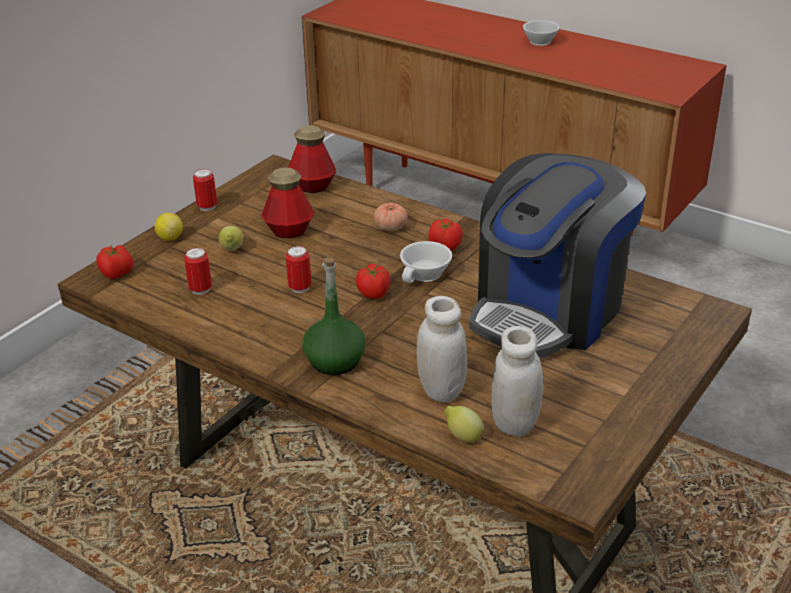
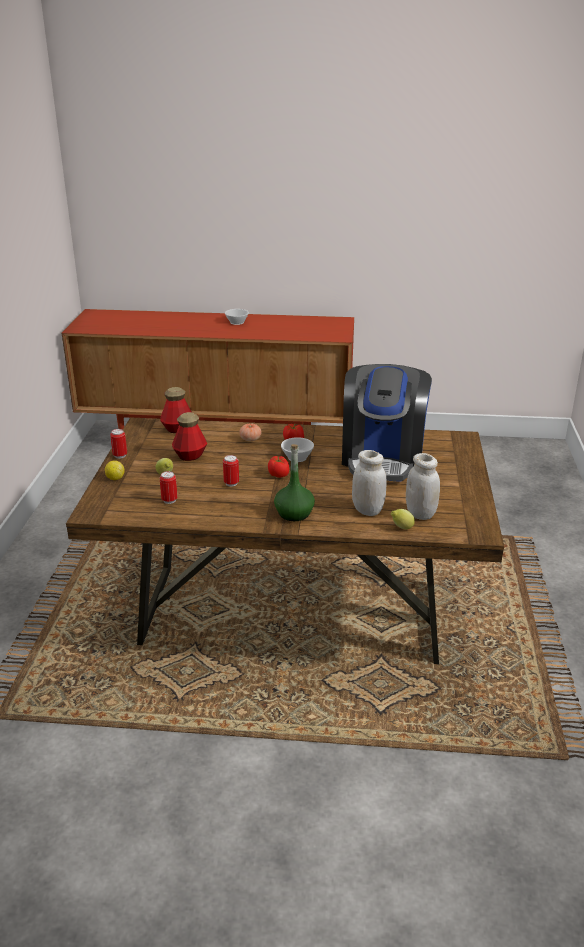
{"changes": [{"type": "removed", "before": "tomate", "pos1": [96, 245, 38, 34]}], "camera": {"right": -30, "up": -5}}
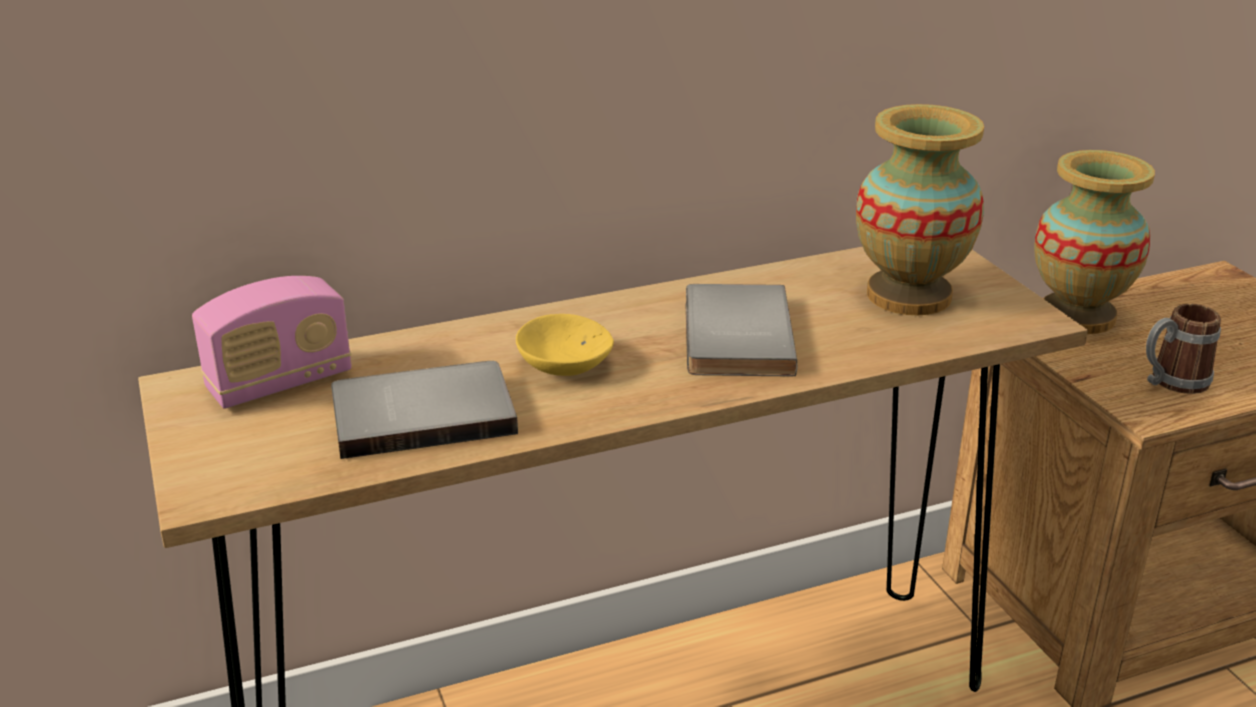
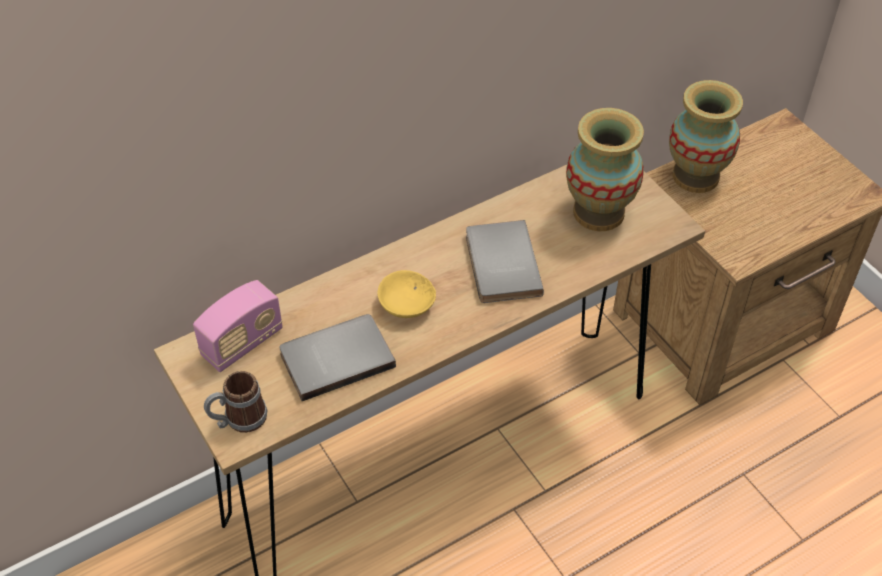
{"changes": [{"type": "moved", "before": "taza grande", "pos1": [1146, 304, 75, 90], "pos2": [204, 371, 64, 62]}], "camera": {"right": -10, "up": 20}}
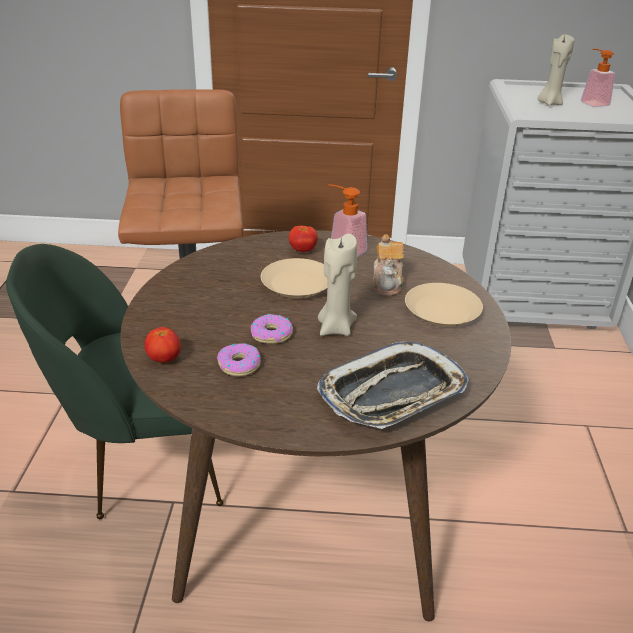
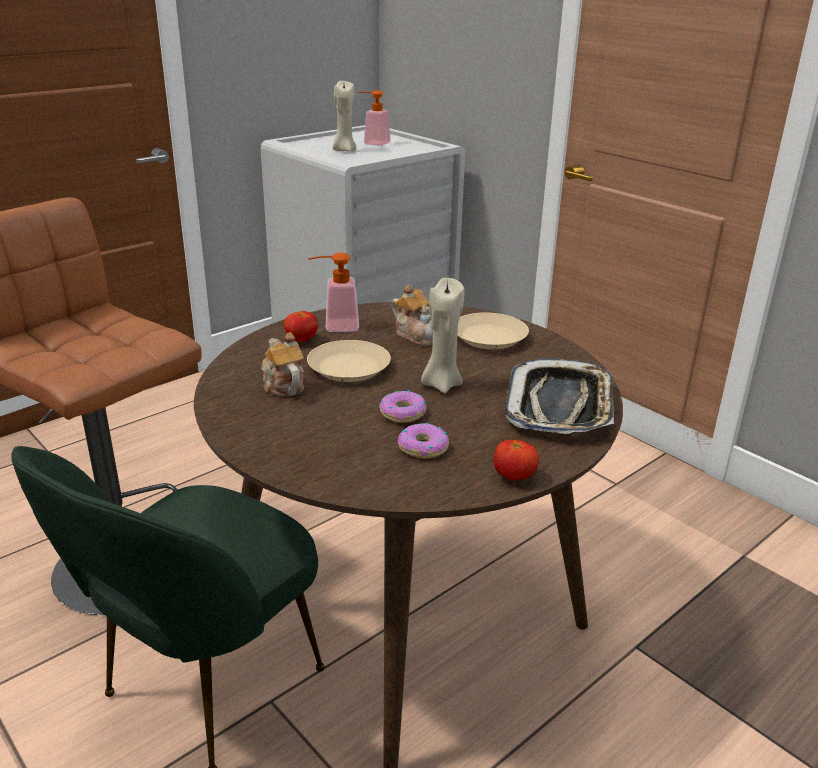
{"changes": [{"type": "moved", "before": "tomate", "pos1": [144, 327, 37, 35], "pos2": [494, 440, 45, 41]}, {"type": "added", "after": "tetera", "pos2": [261, 332, 43, 64]}], "camera": {"right": -45, "up": -5}}
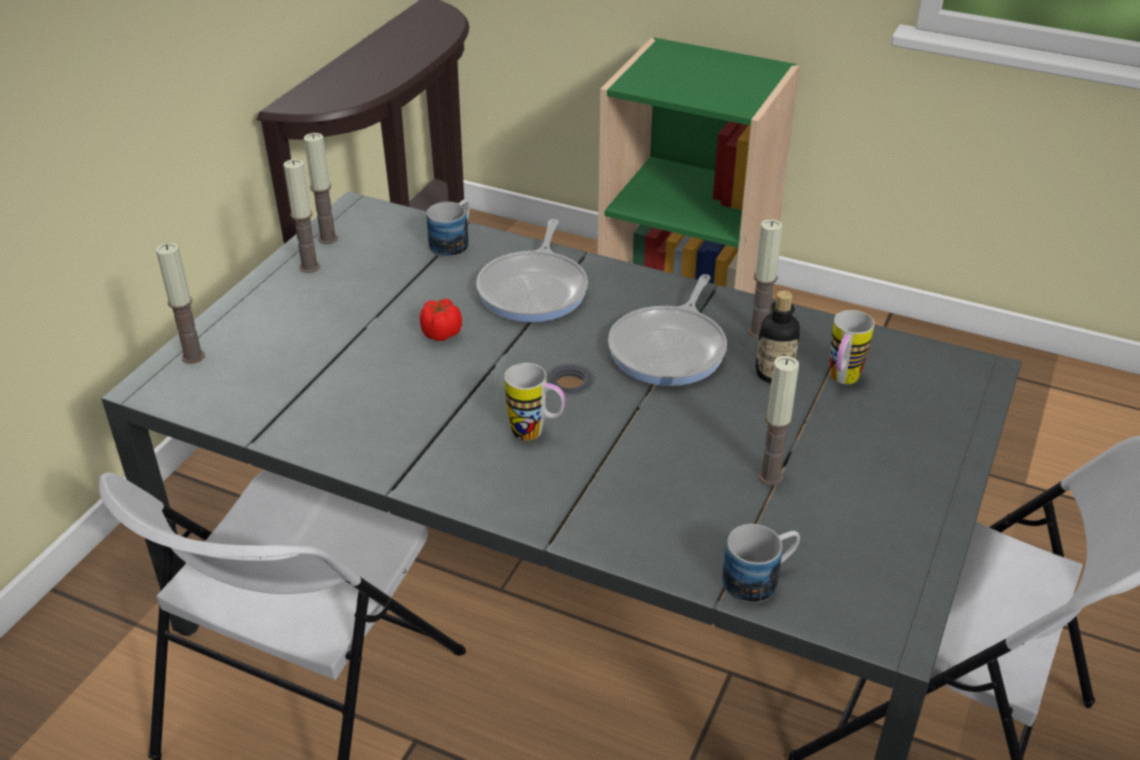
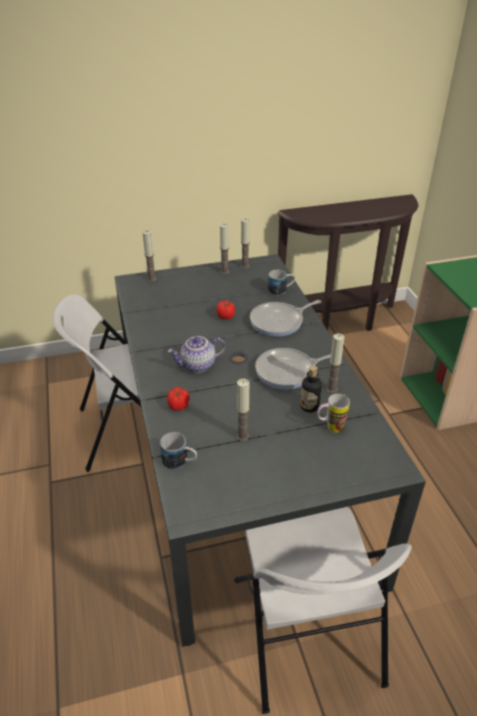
{"changes": [{"type": "replaced", "before": "taza grande", "after": "tetera", "pos1": [505, 363, 60, 78], "pos2": [168, 336, 58, 37]}, {"type": "added", "after": "tomate", "pos2": [167, 387, 23, 24]}], "camera": {"right": 50, "up": 0}}
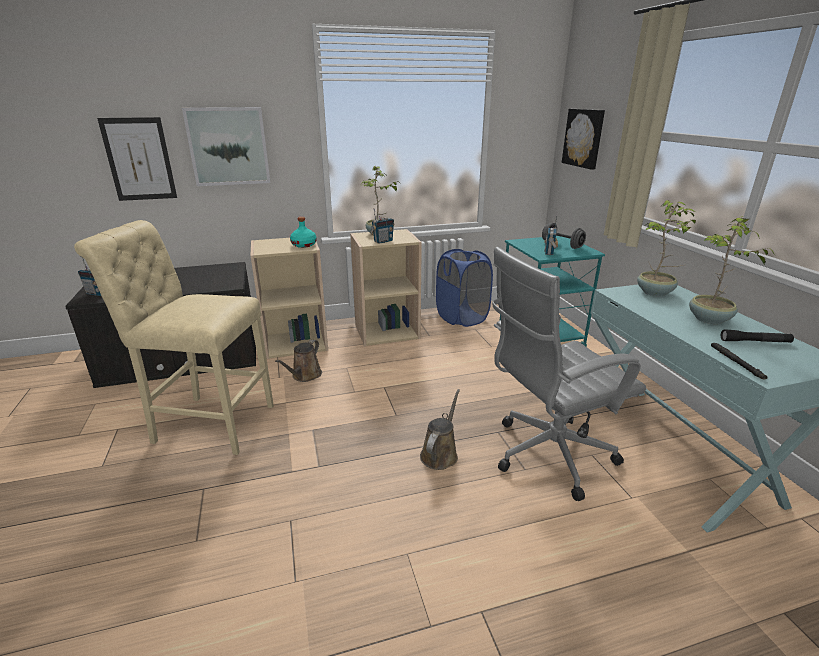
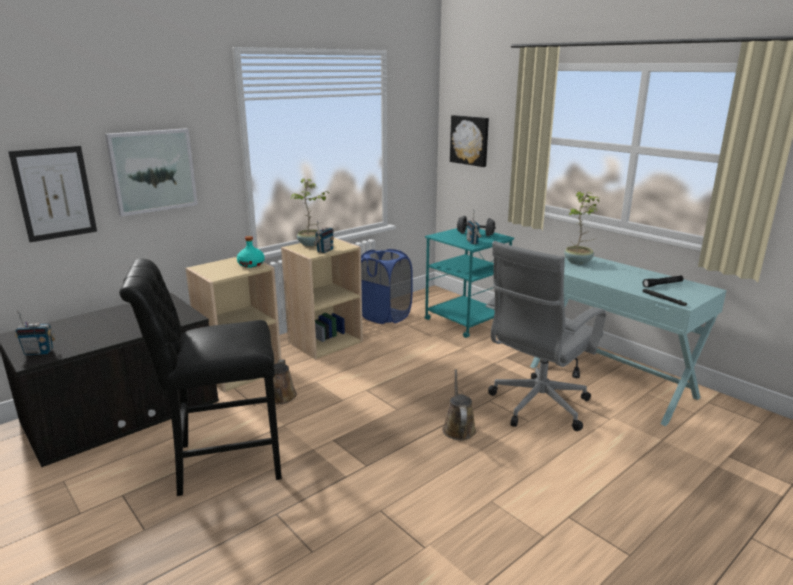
{"changes": [{"type": "removed", "before": "planta en maceta", "pos1": [689, 216, 86, 108]}, {"type": "recoloured", "before": "taburete [beis]", "after": "taburete [negro]", "pos1": [74, 220, 200, 235], "pos2": [119, 259, 163, 237]}], "camera": {"right": -25, "up": -5}}
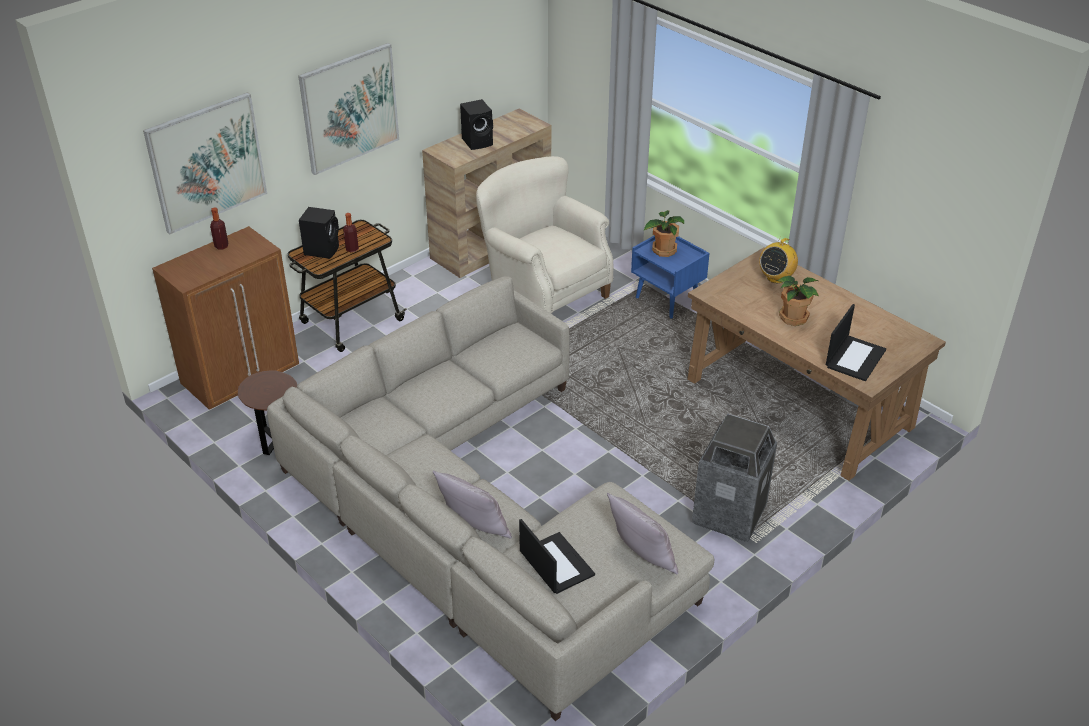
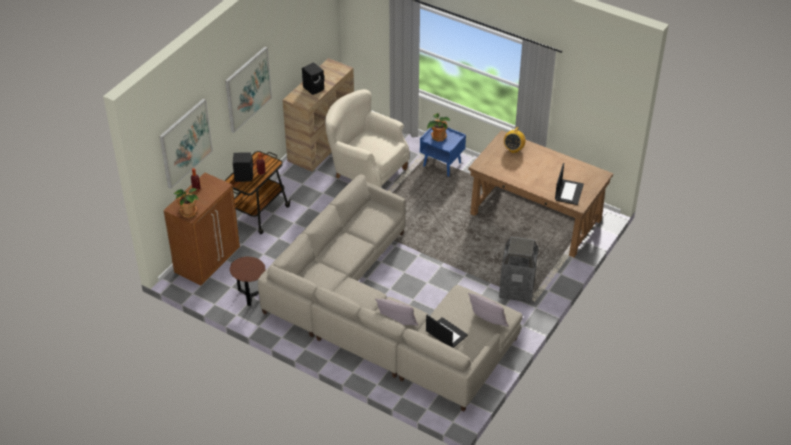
{"changes": [{"type": "moved", "before": "planta en maceta", "pos1": [776, 276, 43, 50], "pos2": [174, 188, 25, 30]}], "camera": {"right": -15, "up": 5}}
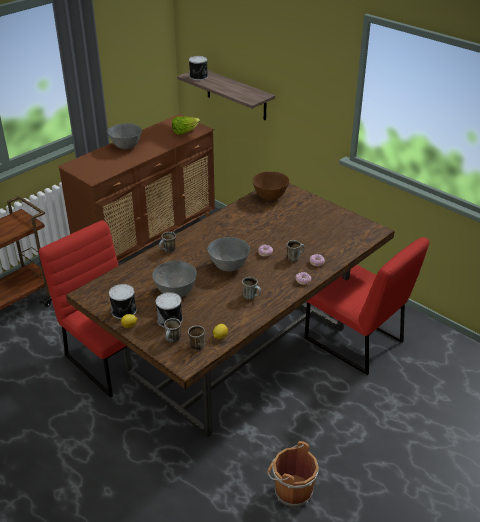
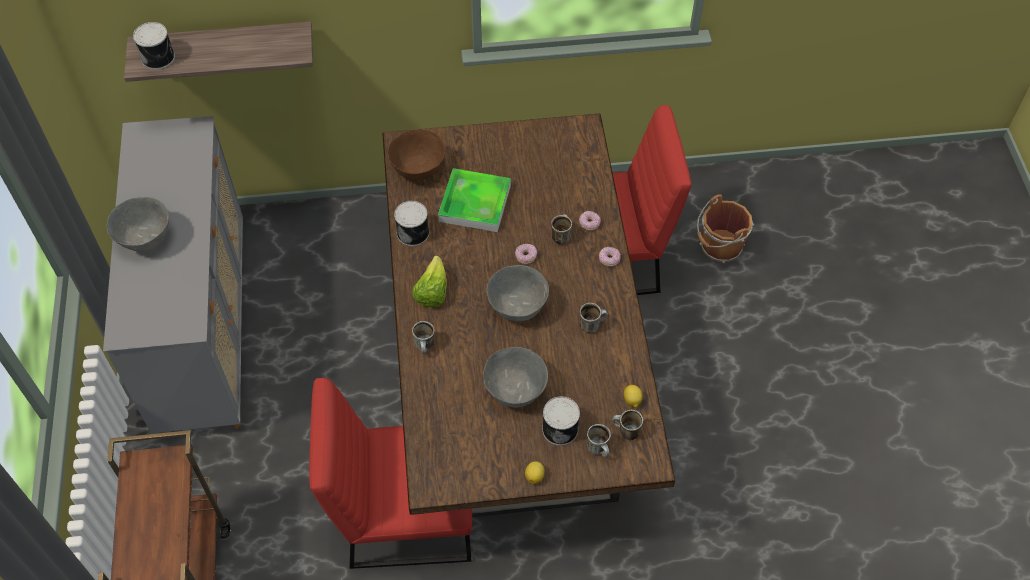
{"changes": [{"type": "recoloured", "before": "armario [marrón]", "after": "armario [gris]", "pos1": [57, 114, 158, 148], "pos2": [103, 116, 140, 317]}, {"type": "moved", "before": "lechuga", "pos1": [172, 116, 28, 19], "pos2": [412, 256, 35, 51]}, {"type": "moved", "before": "lata", "pos1": [109, 284, 27, 35], "pos2": [394, 201, 35, 45]}, {"type": "moved", "before": "cubo [marrón]", "pos1": [267, 441, 52, 66], "pos2": [697, 194, 57, 69]}, {"type": "added", "after": "bandeja", "pos2": [438, 168, 73, 64]}], "camera": {"right": -50, "up": 20}}
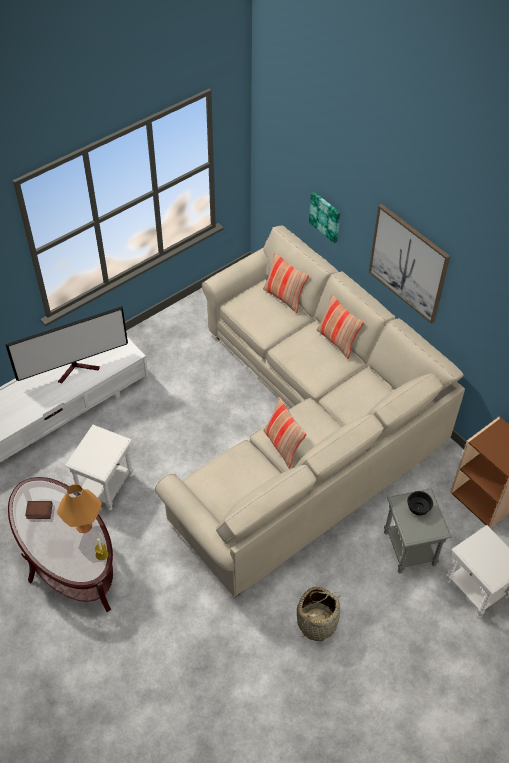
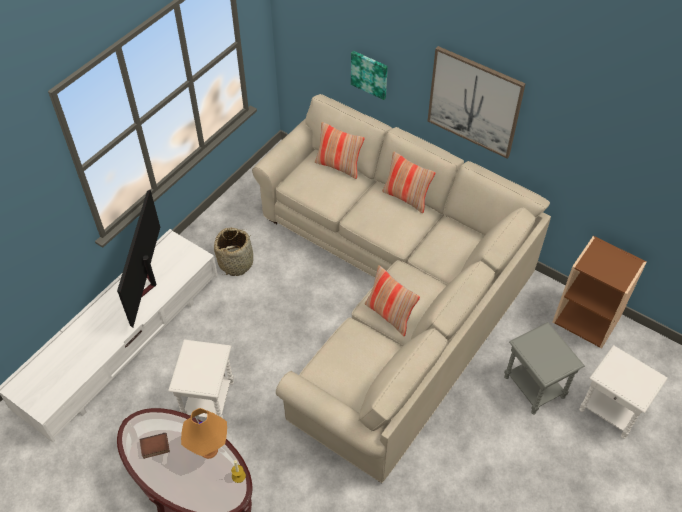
{"changes": [{"type": "turned", "before": "televisor", "pos1": [5, 306, 123, 78], "pos2": [117, 190, 43, 138], "turn": 135}, {"type": "removed", "before": "cuenco [negro]", "pos1": [407, 491, 26, 25]}, {"type": "moved", "before": "cesta", "pos1": [297, 587, 43, 54], "pos2": [214, 227, 39, 49]}], "camera": {"right": -15, "up": 0}}
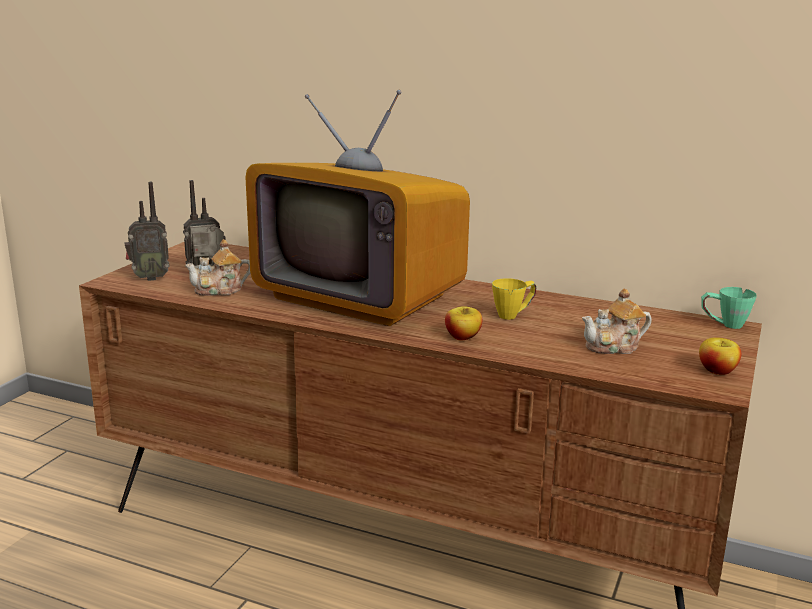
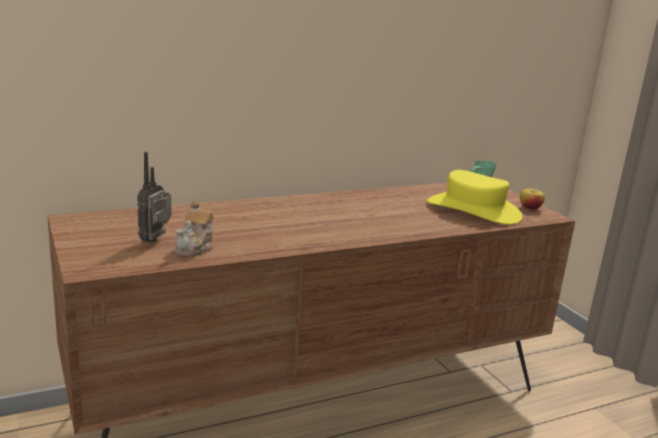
{"changes": [{"type": "removed", "before": "televisor", "pos1": [245, 90, 225, 236]}, {"type": "removed", "before": "radio", "pos1": [125, 182, 44, 99]}, {"type": "removed", "before": "taza grande [amarillo]", "pos1": [492, 278, 45, 42]}, {"type": "replaced", "before": "tetera", "after": "sombrero [amarillo]", "pos1": [582, 288, 70, 66], "pos2": [427, 170, 95, 55]}, {"type": "removed", "before": "manzana", "pos1": [445, 306, 37, 35]}], "camera": {"right": -50, "up": 0}}
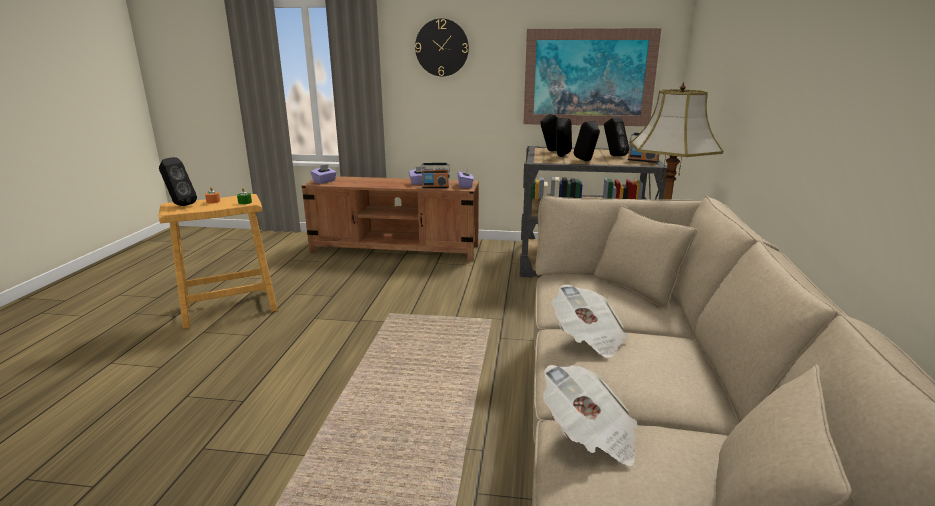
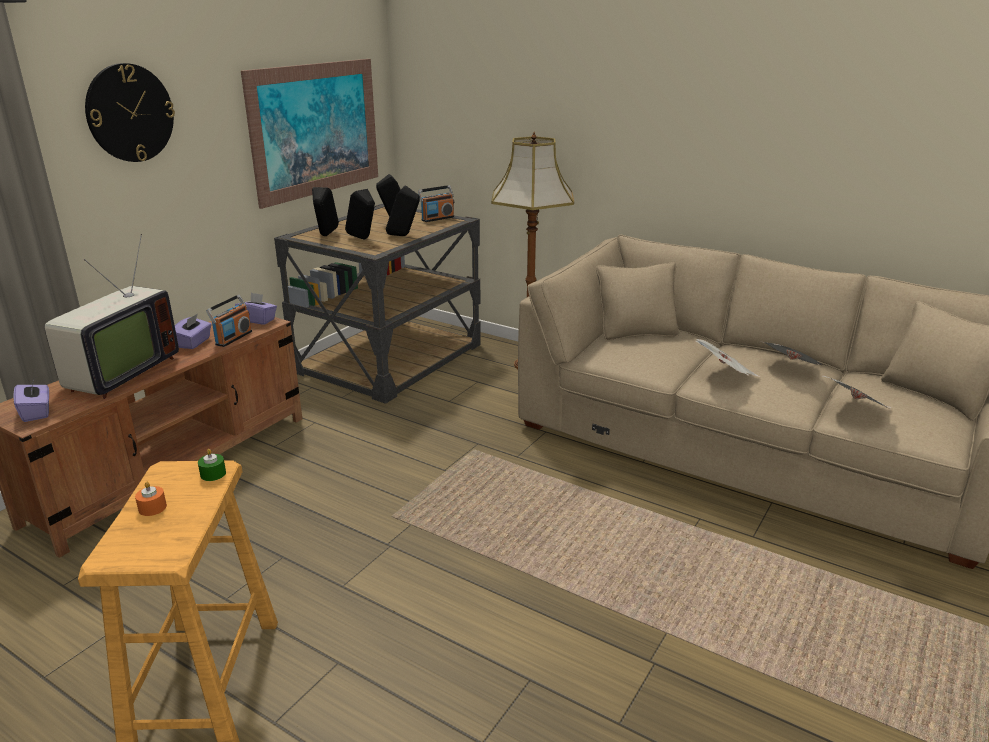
{"changes": [{"type": "removed", "before": "altavoz [negro]", "pos1": [159, 157, 38, 49]}, {"type": "added", "after": "televisor", "pos2": [44, 234, 135, 165]}, {"type": "added", "after": "periódico", "pos2": [764, 342, 59, 23]}], "camera": {"right": -65, "up": 5}}
